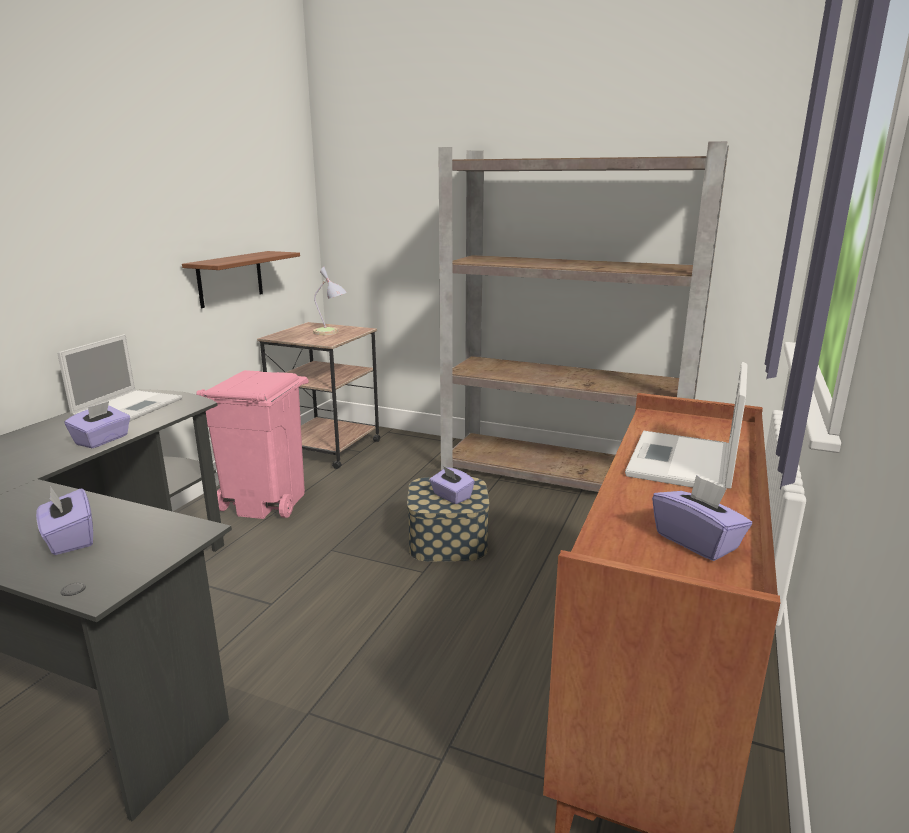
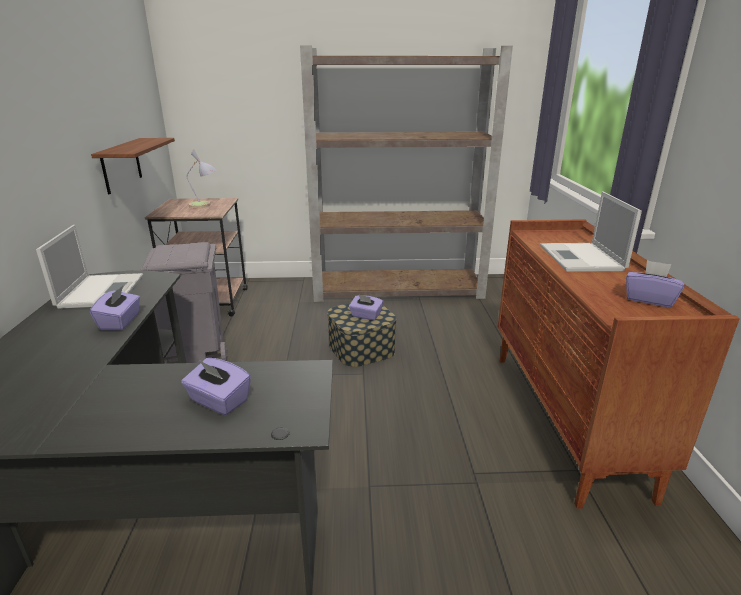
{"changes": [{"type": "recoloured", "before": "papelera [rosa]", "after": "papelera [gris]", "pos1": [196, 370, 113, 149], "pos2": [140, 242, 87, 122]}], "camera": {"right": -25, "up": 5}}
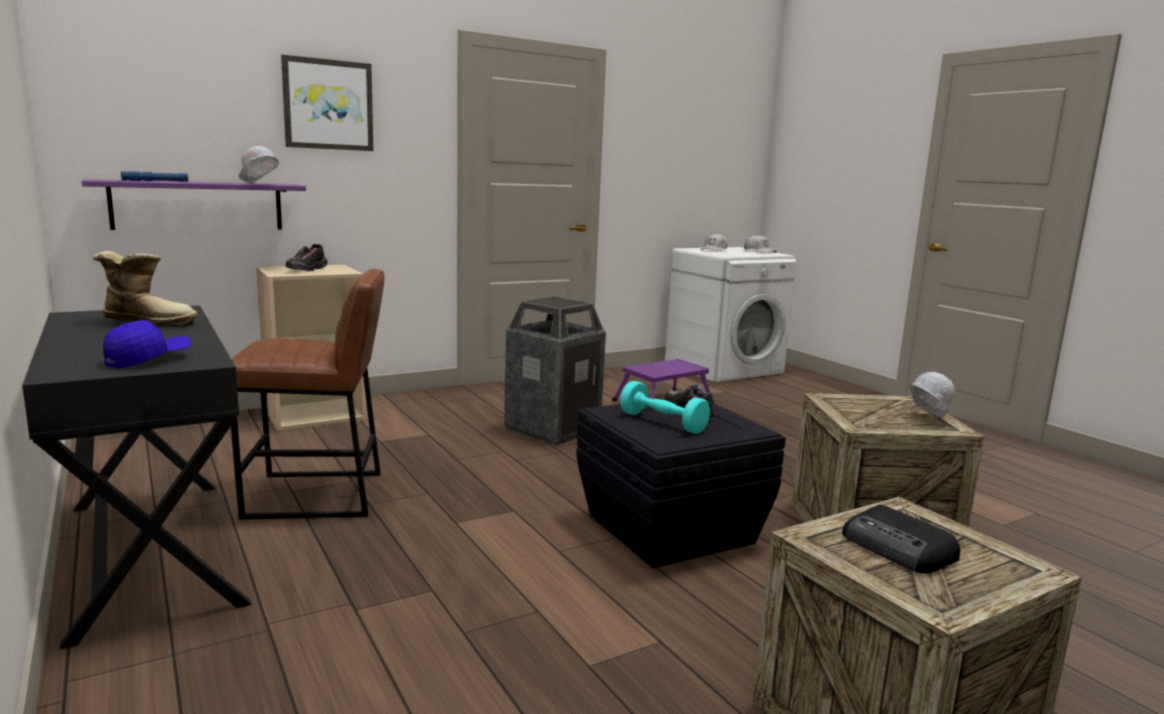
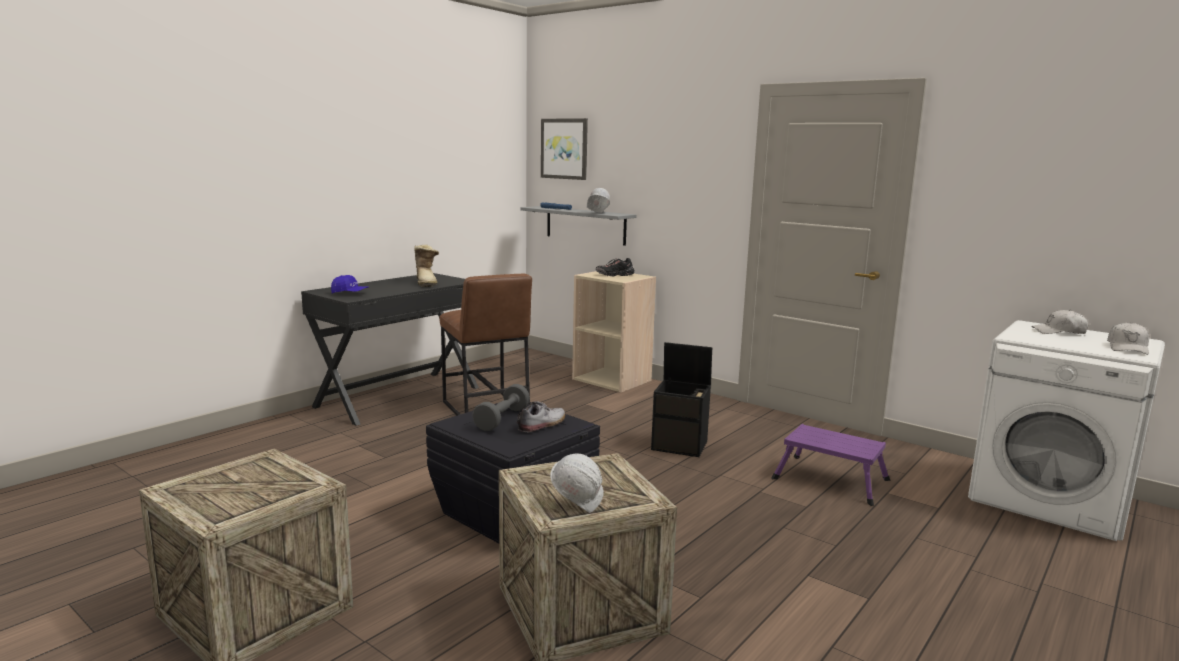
{"changes": [{"type": "moved", "before": "cuadro", "pos1": [281, 55, 92, 96], "pos2": [541, 118, 47, 62]}, {"type": "recoloured", "before": "estante [morado]", "after": "estante [gris]", "pos1": [82, 179, 224, 51], "pos2": [520, 206, 117, 40]}, {"type": "replaced", "before": "papelera", "after": "caja de almacenaje [negro]", "pos1": [504, 296, 102, 149], "pos2": [651, 342, 61, 115]}, {"type": "recoloured", "before": "mancuerna [turquesa]", "after": "mancuerna [gris]", "pos1": [620, 381, 90, 53], "pos2": [472, 384, 58, 47]}, {"type": "removed", "before": "radio", "pos1": [842, 505, 118, 68]}], "camera": {"right": 70, "up": 0}}
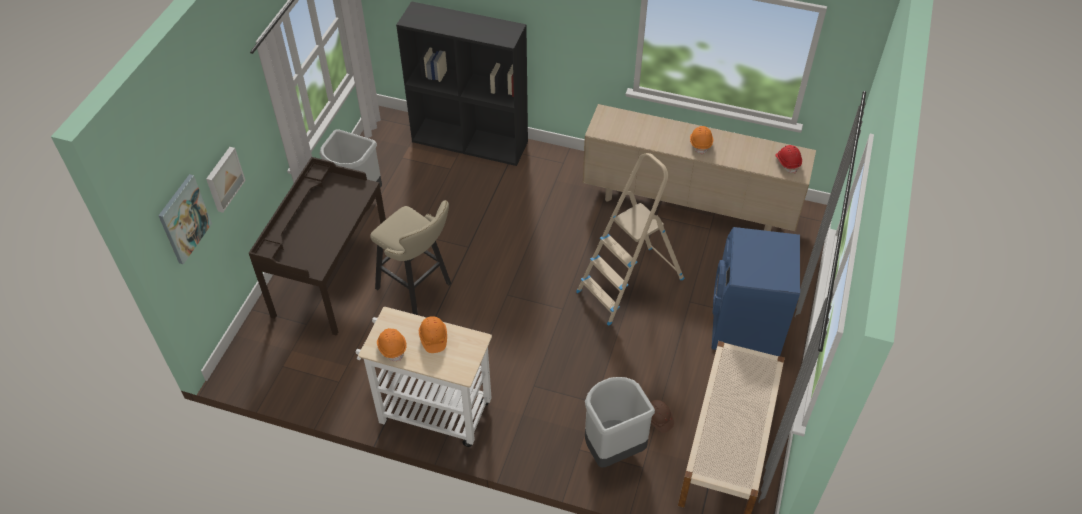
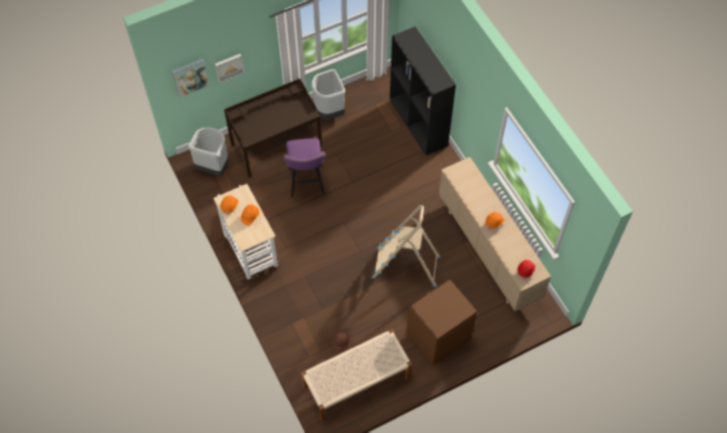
{"changes": [{"type": "recoloured", "before": "taburete [beis]", "after": "taburete [morado]", "pos1": [370, 200, 81, 115], "pos2": [283, 138, 42, 60]}, {"type": "recoloured", "before": "lavadora [azul]", "after": "lavadora [marrón]", "pos1": [711, 227, 89, 129], "pos2": [406, 280, 71, 86]}, {"type": "moved", "before": "papelera [gris]", "pos1": [585, 377, 70, 90], "pos2": [188, 127, 41, 49]}], "camera": {"right": 45, "up": 10}}
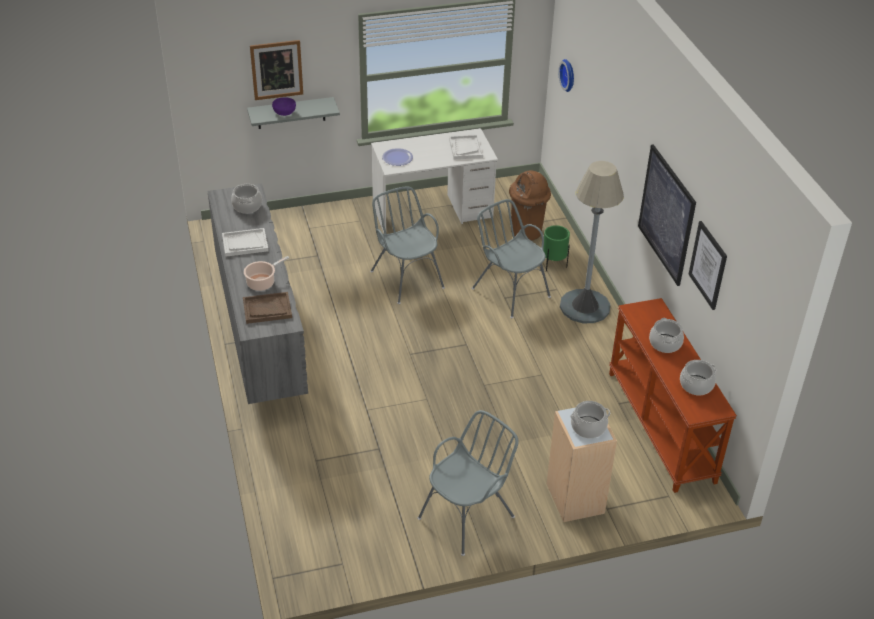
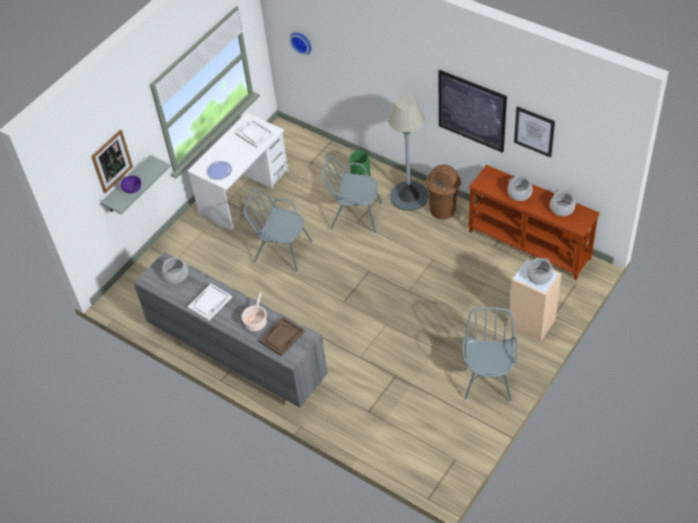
{"changes": [{"type": "moved", "before": "papelera [marrón]", "pos1": [509, 171, 42, 69], "pos2": [426, 165, 35, 55]}], "camera": {"right": -35, "up": 10}}
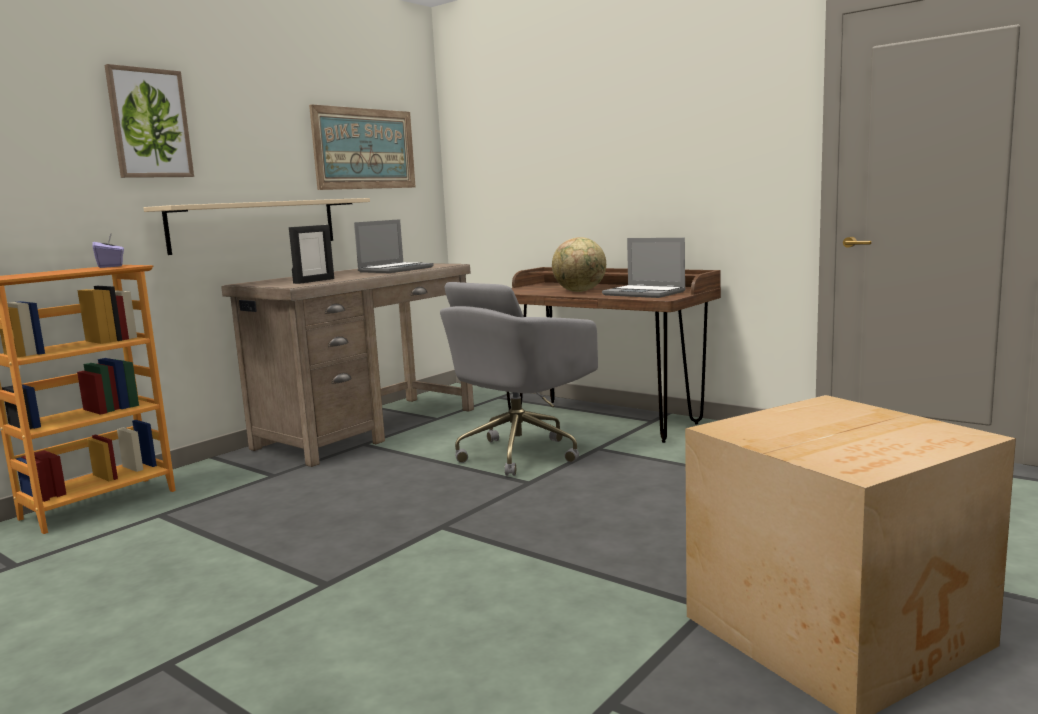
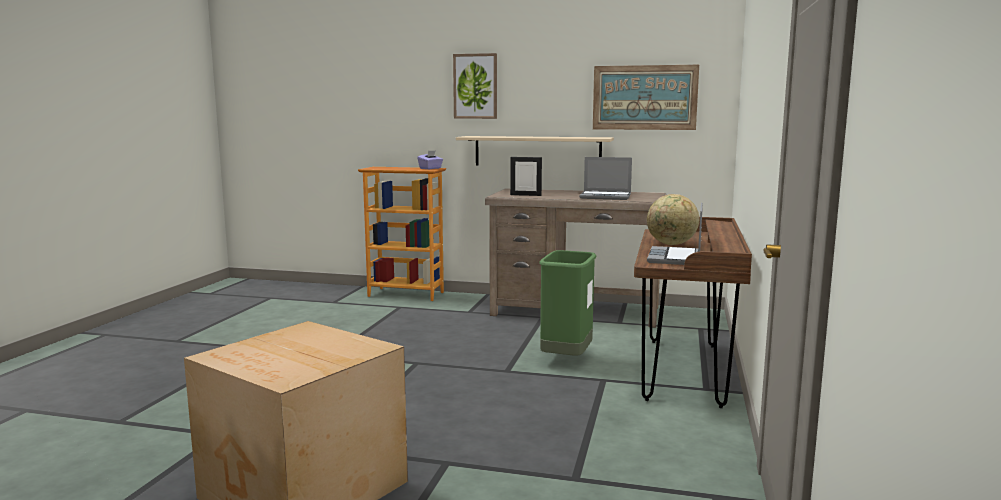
{"changes": [{"type": "replaced", "before": "silla de oficina [gris]", "after": "papelera [verde]", "pos1": [440, 282, 158, 194], "pos2": [539, 250, 57, 106]}], "camera": {"right": 65, "up": 0}}
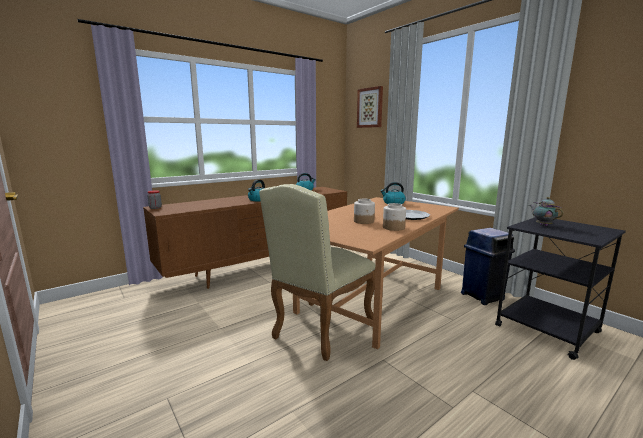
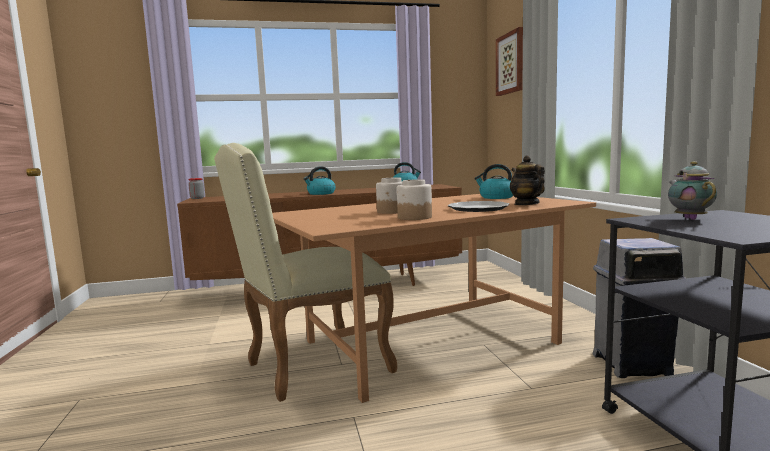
{"changes": [{"type": "recoloured", "before": "papelera [azul]", "after": "papelera [gris]", "pos1": [461, 228, 54, 77], "pos2": [593, 238, 93, 140]}, {"type": "added", "after": "tetera", "pos2": [510, 156, 35, 49]}], "camera": {"right": 25, "up": -5}}
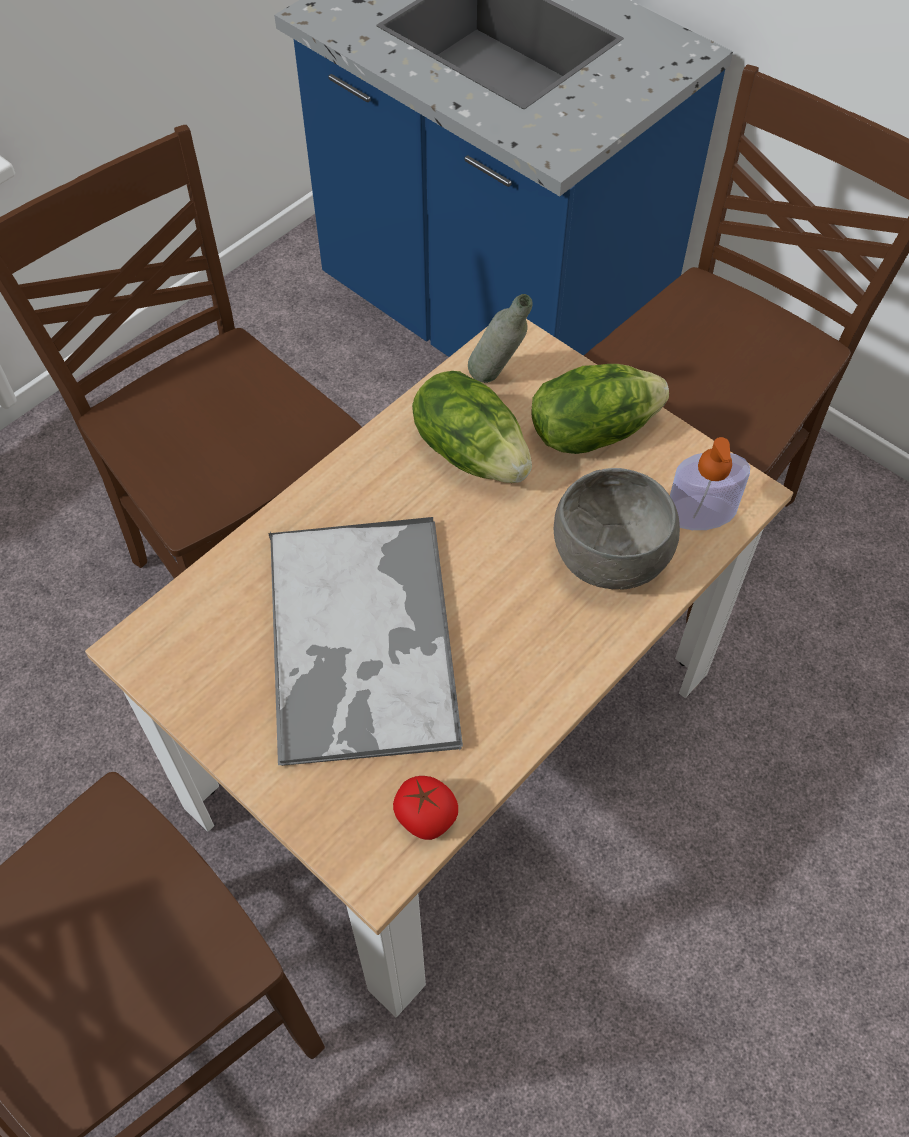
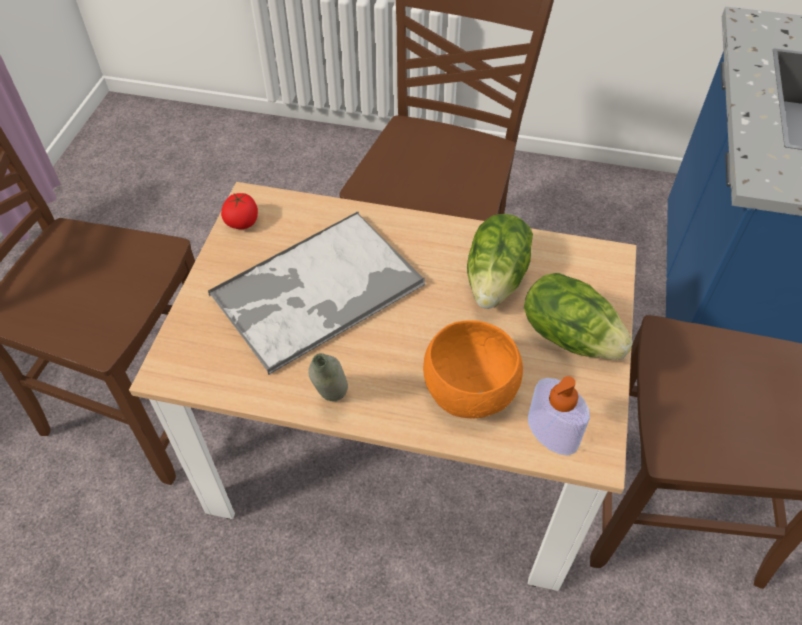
{"changes": [{"type": "moved", "before": "botella [gris]", "pos1": [468, 294, 64, 89], "pos2": [308, 353, 40, 49]}, {"type": "recoloured", "before": "cuenco [gris]", "after": "cuenco [naranja]", "pos1": [554, 468, 126, 121], "pos2": [423, 320, 100, 98]}, {"type": "moved", "before": "tomate", "pos1": [393, 776, 65, 64], "pos2": [221, 193, 37, 36]}], "camera": {"right": 60, "up": -5}}
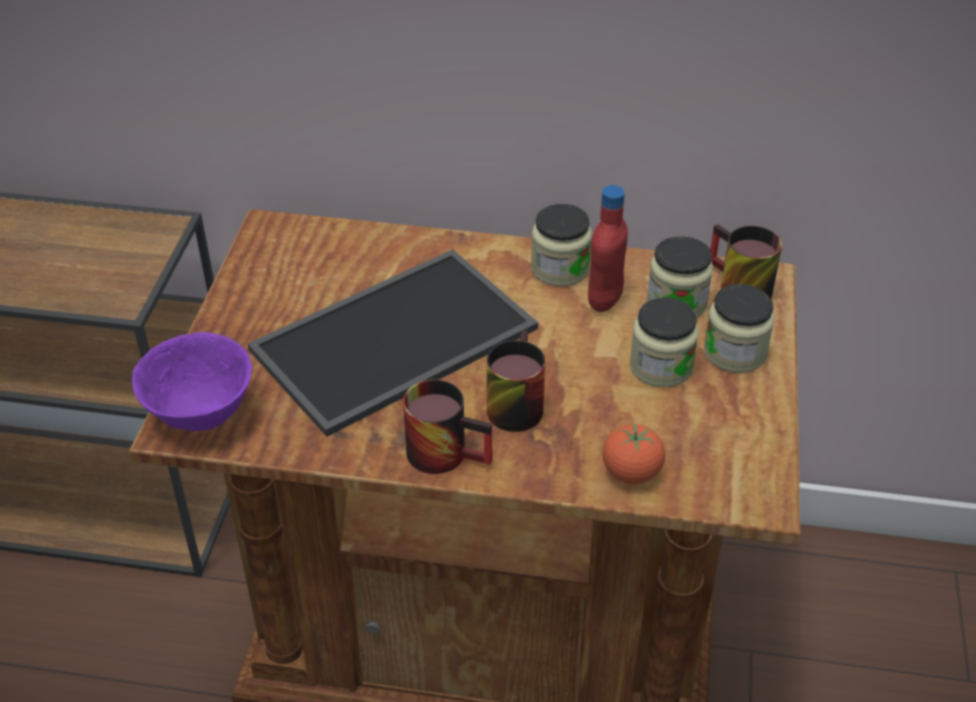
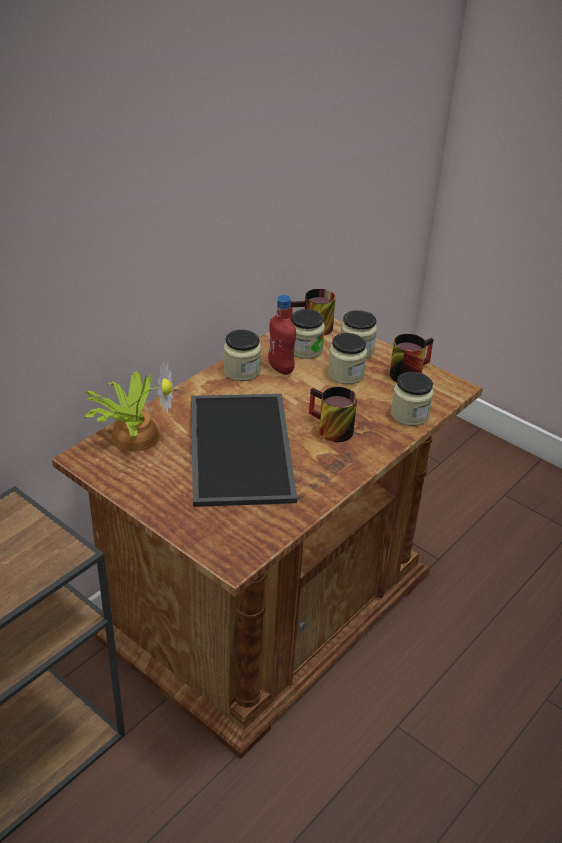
{"changes": [{"type": "removed", "before": "cuenco [morado]", "pos1": [132, 332, 120, 99]}, {"type": "moved", "before": "taza grande", "pos1": [403, 380, 90, 94], "pos2": [390, 334, 43, 48]}, {"type": "replaced", "before": "tomate", "after": "tarro", "pos1": [603, 423, 62, 61], "pos2": [391, 372, 43, 54]}, {"type": "added", "after": "planta en maceta", "pos2": [84, 361, 89, 91]}], "camera": {"right": -60, "up": -5}}
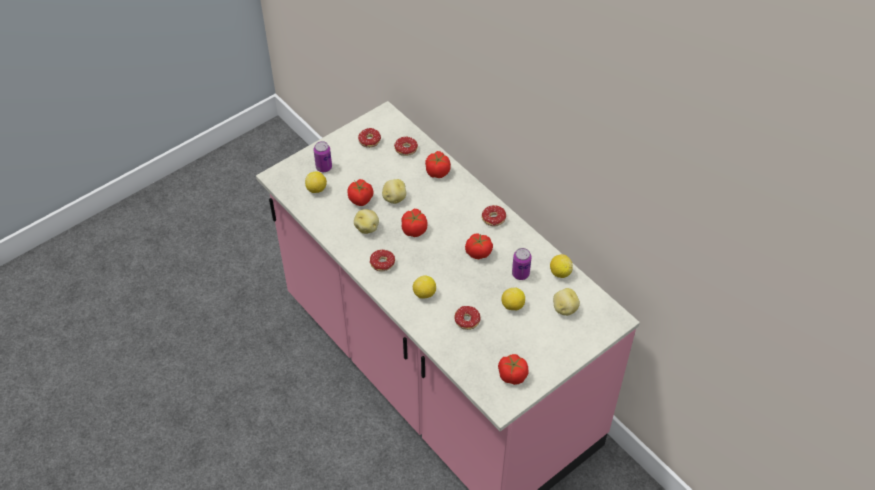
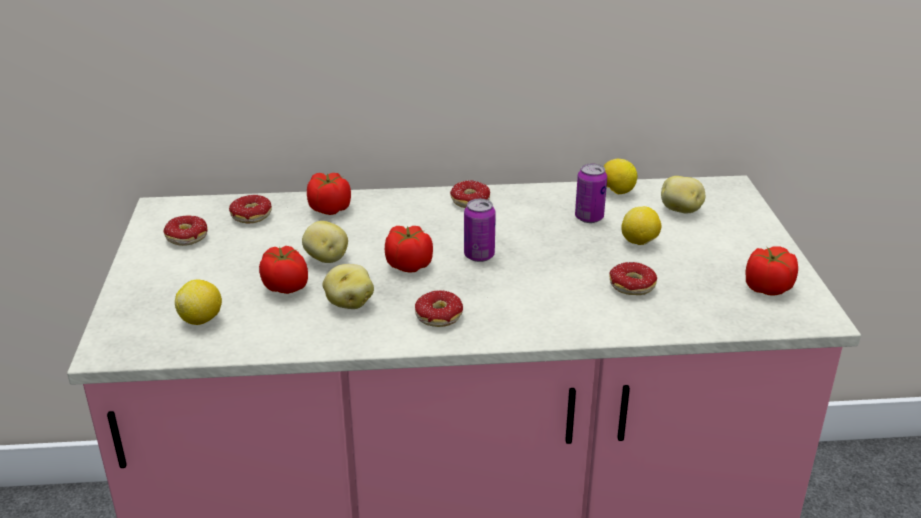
{"changes": [{"type": "moved", "before": "lata", "pos1": [314, 141, 18, 31], "pos2": [464, 199, 32, 63]}, {"type": "removed", "before": "tomate", "pos1": [465, 233, 28, 26]}, {"type": "removed", "before": "limón", "pos1": [413, 275, 23, 24]}], "camera": {"right": -55, "up": -20}}
